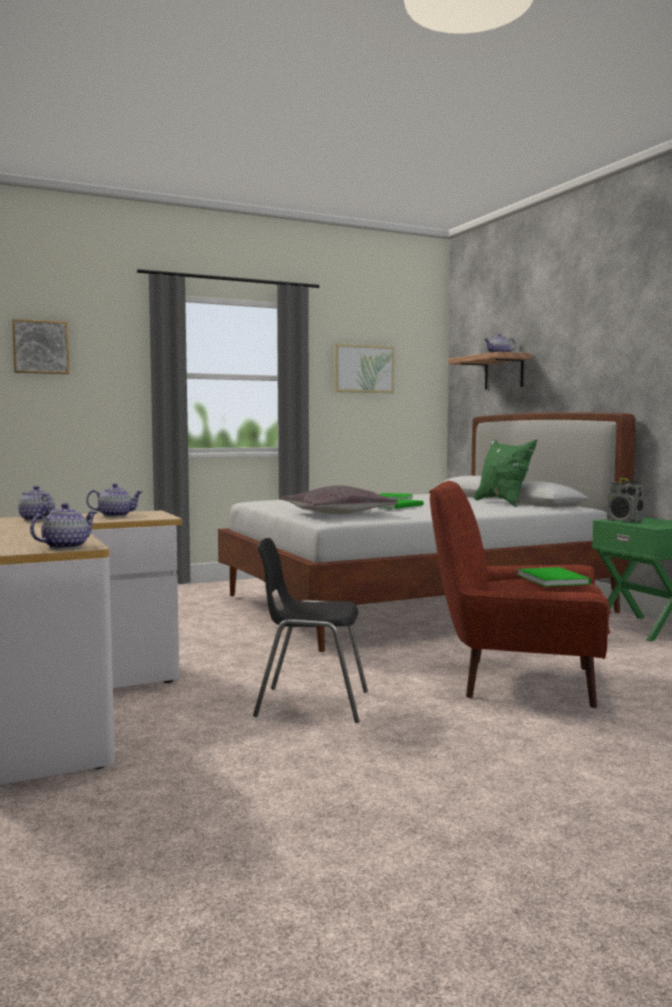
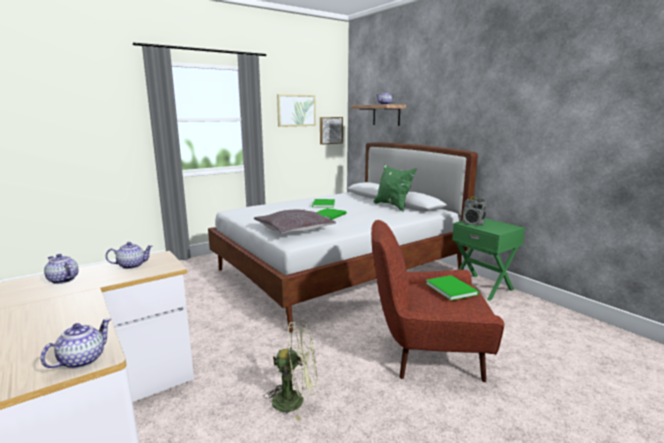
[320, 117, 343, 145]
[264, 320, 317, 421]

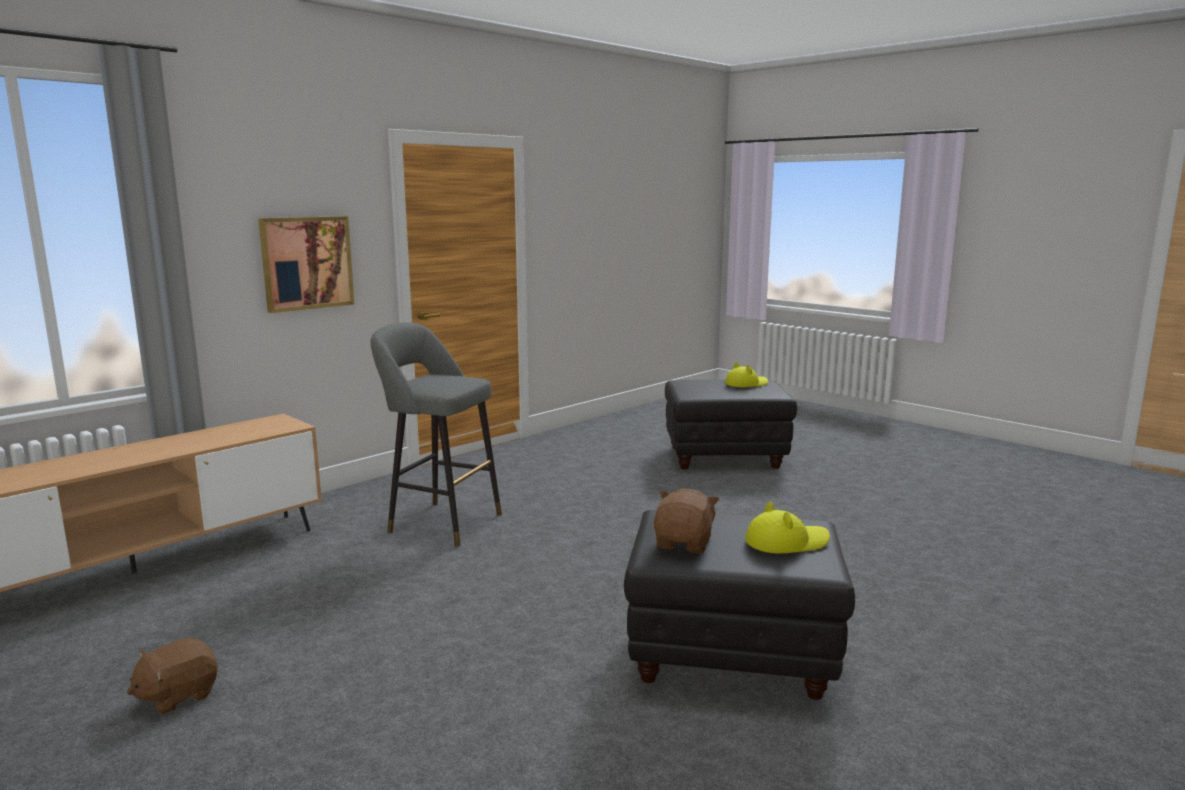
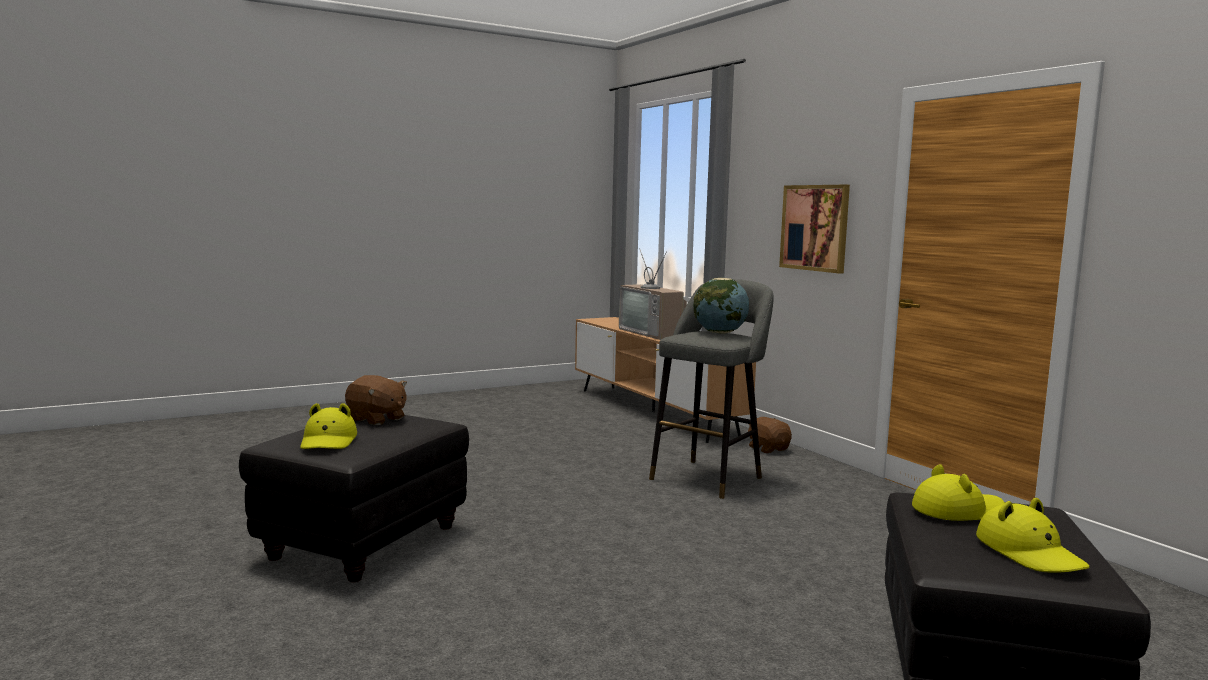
[748, 417, 792, 453]
[619, 248, 687, 340]
[693, 278, 749, 334]
[912, 464, 1005, 521]

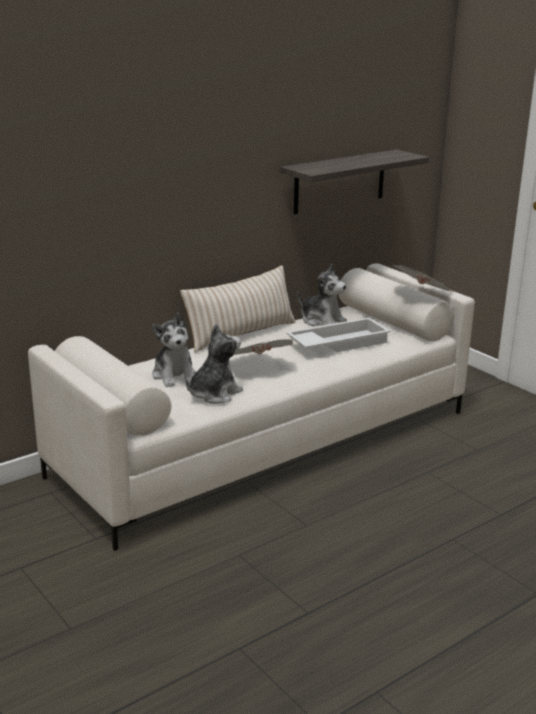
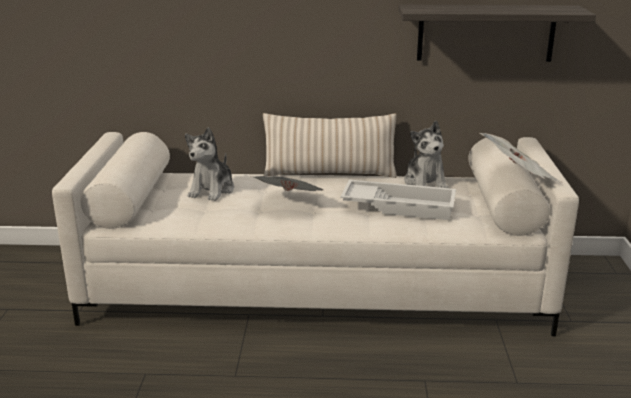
[186, 324, 243, 404] (first image)

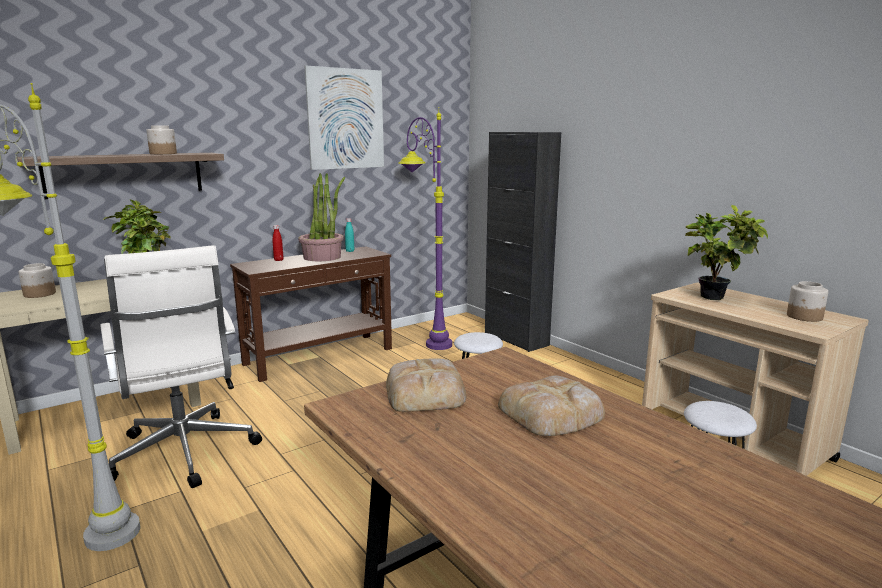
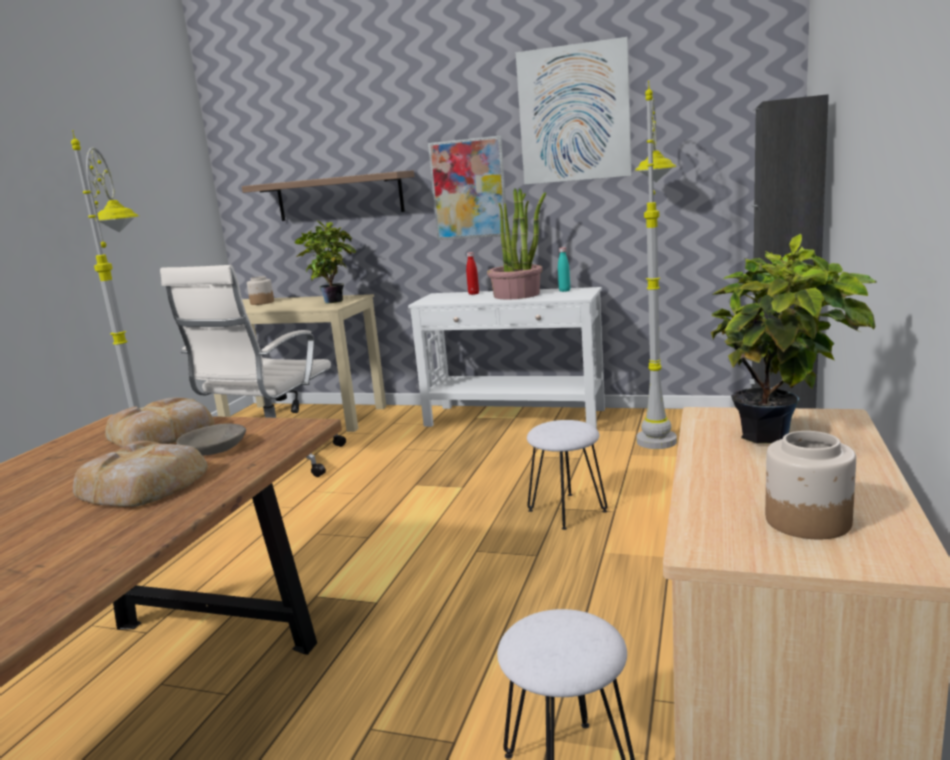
[146, 125, 177, 154] (first image)
[408, 287, 605, 429]
[635, 81, 677, 449]
[176, 423, 246, 455]
[428, 136, 506, 240]

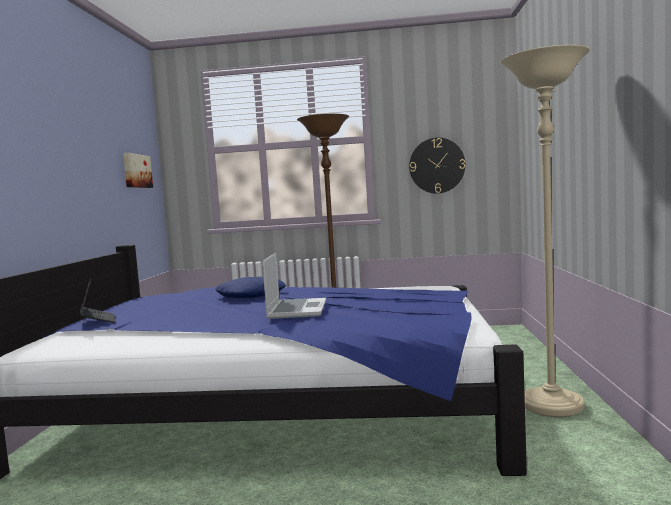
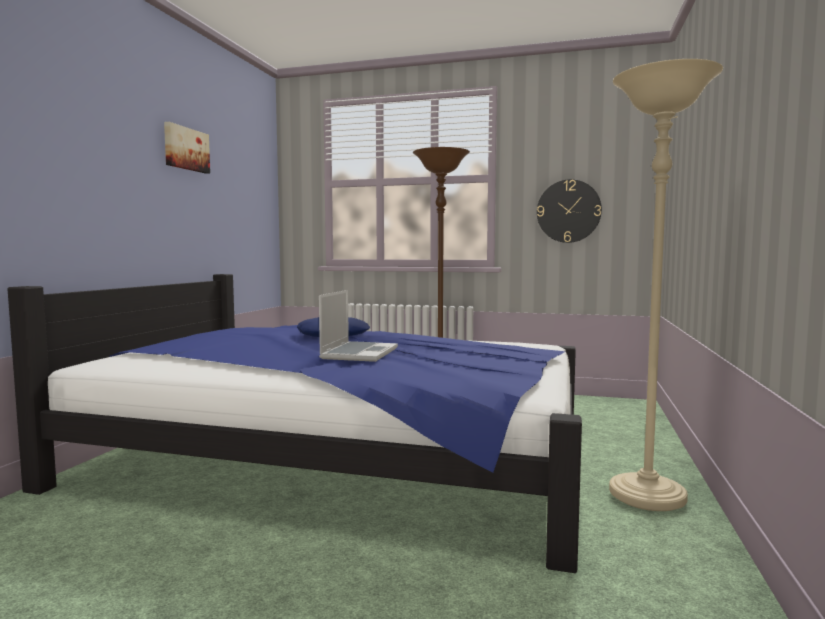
[80, 277, 116, 323] (first image)
[164, 122, 210, 174]

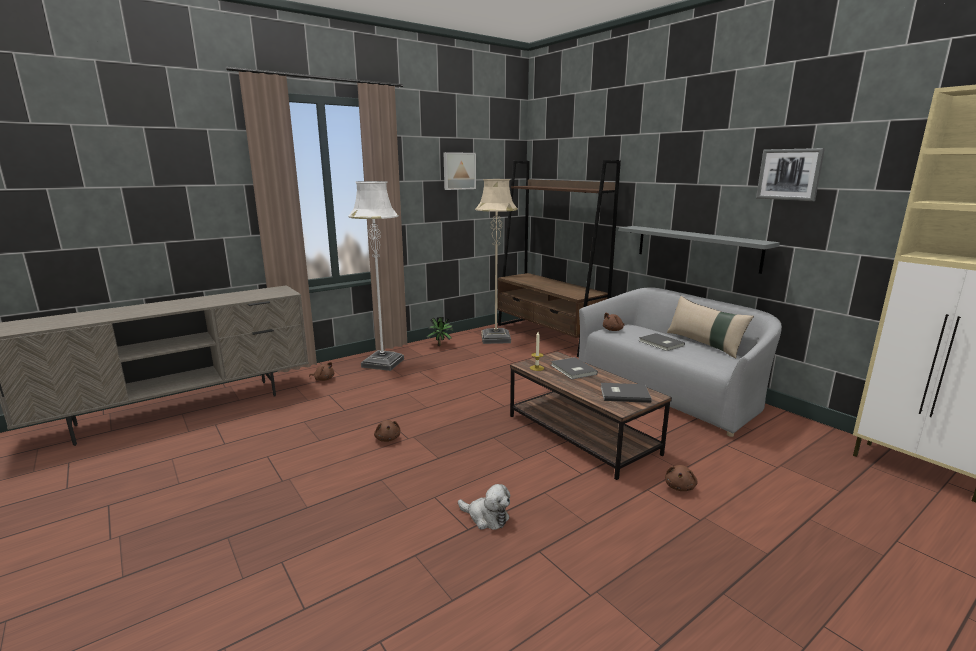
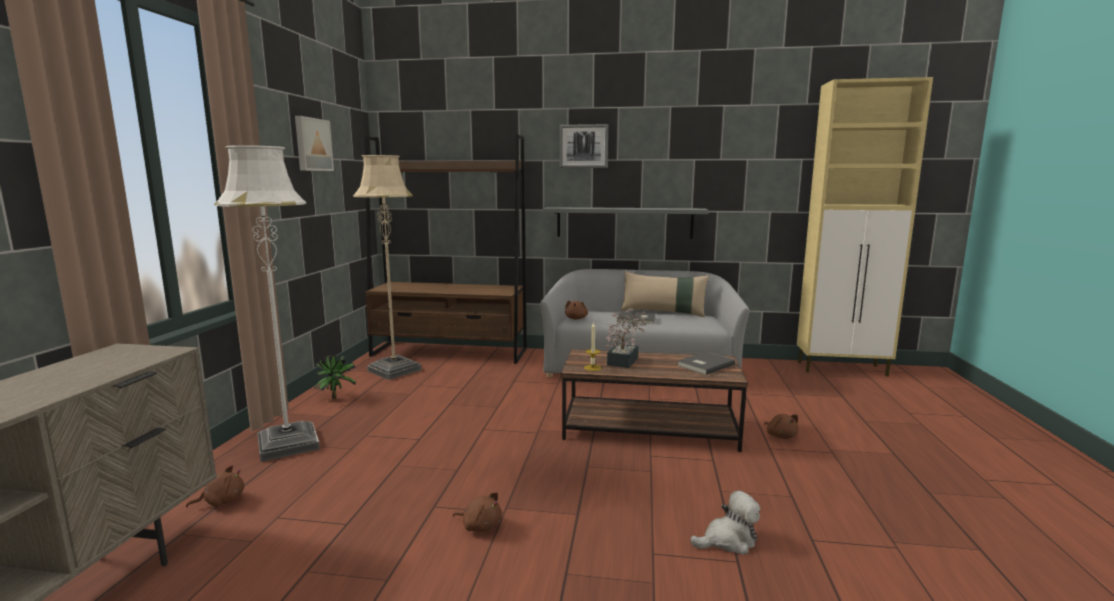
[606, 308, 646, 368]
[560, 124, 608, 168]

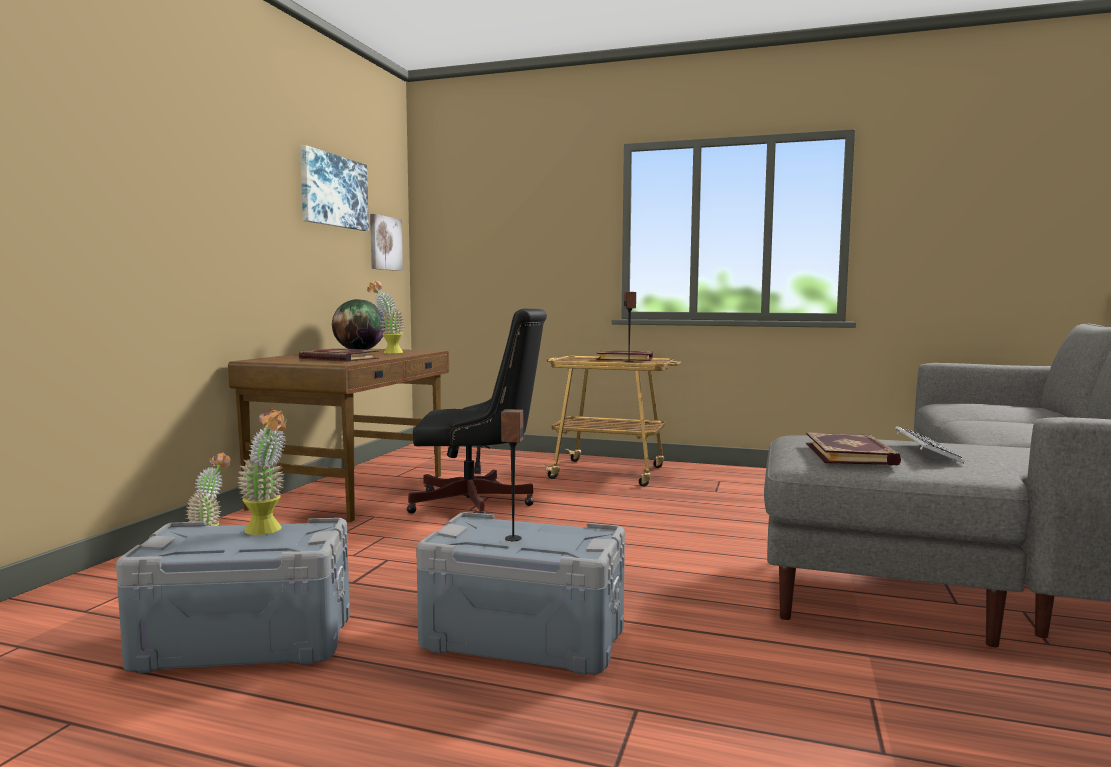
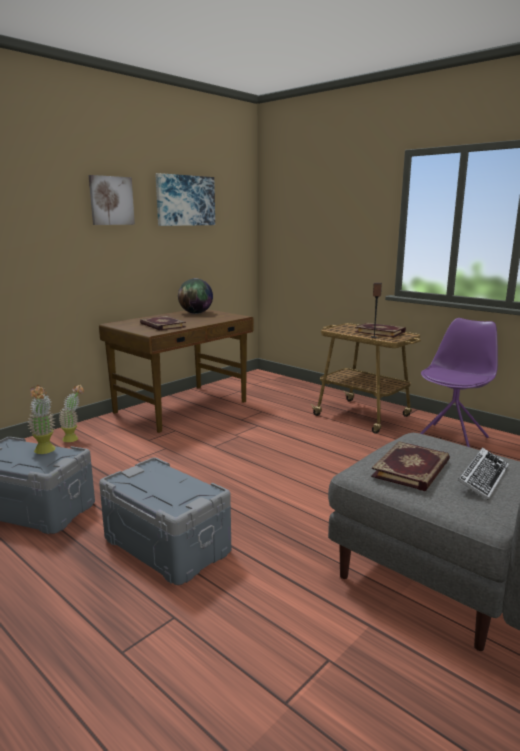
[367, 281, 404, 353] (first image)
[89, 175, 135, 225]
[407, 309, 547, 514] (first image)
[501, 409, 524, 541] (first image)
[420, 318, 498, 447]

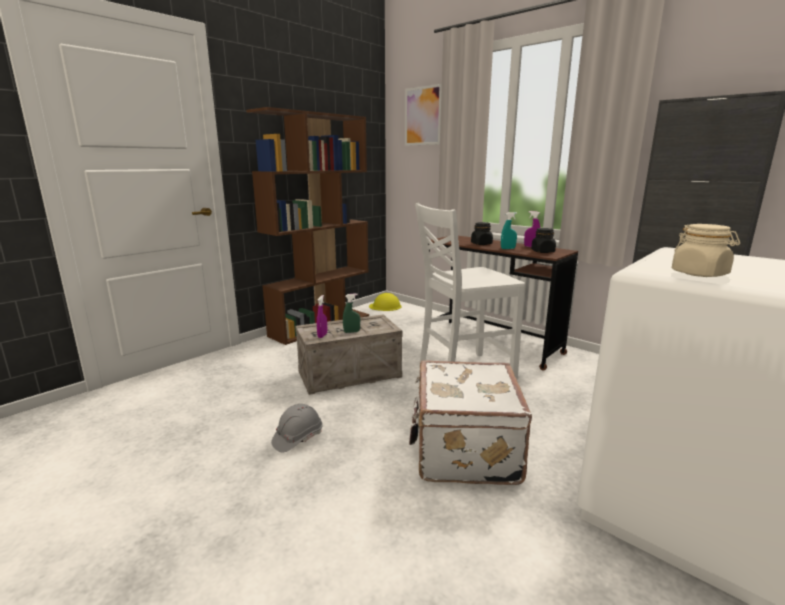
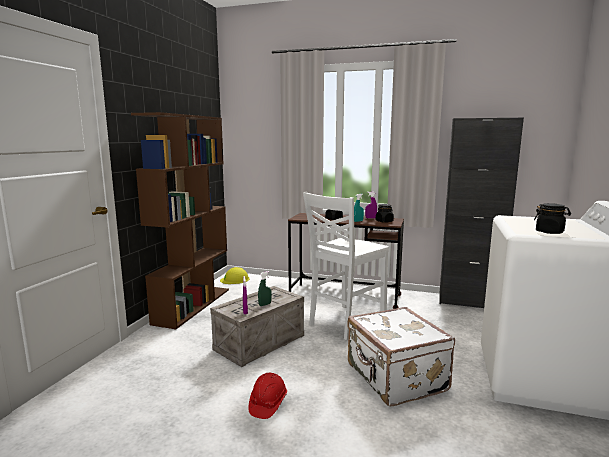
[248, 373, 287, 419]
[405, 84, 442, 146] (first image)
[534, 203, 571, 234]

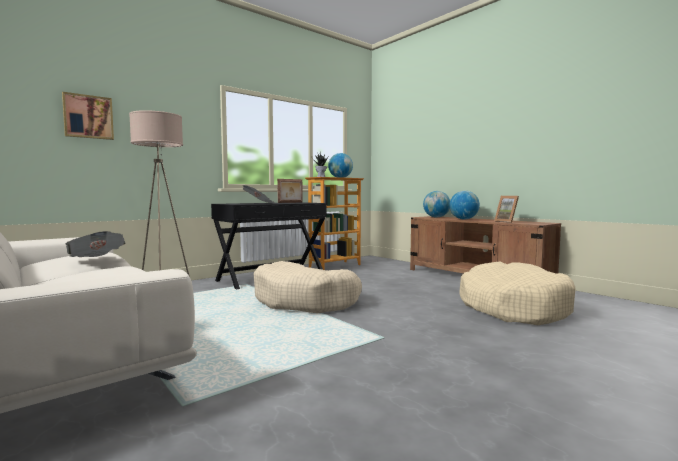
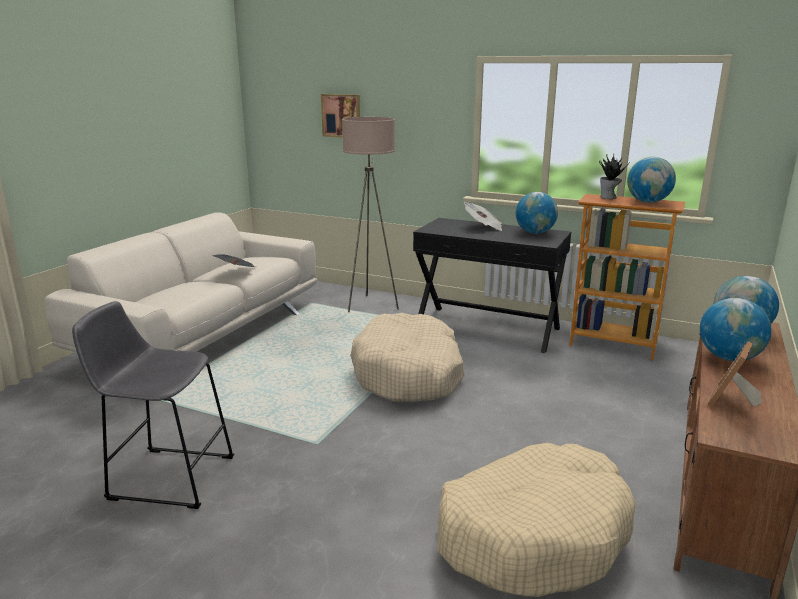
[516, 192, 558, 234]
[72, 301, 234, 509]

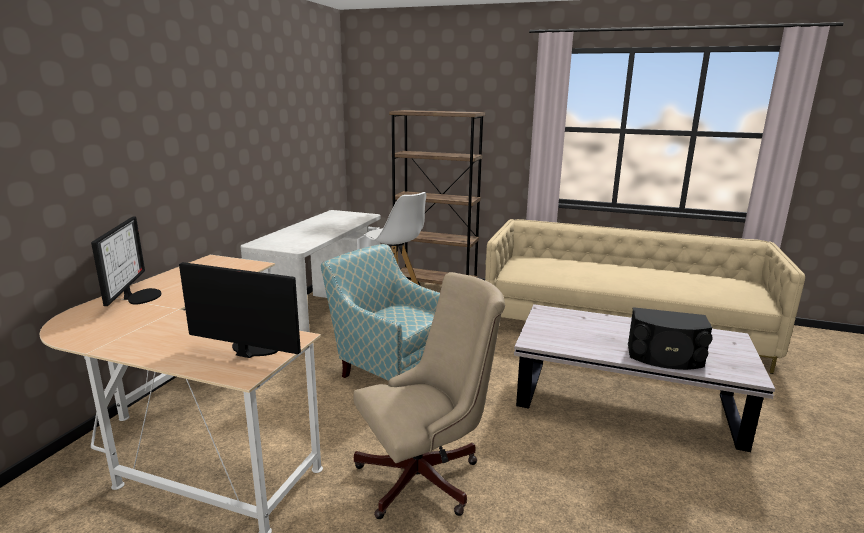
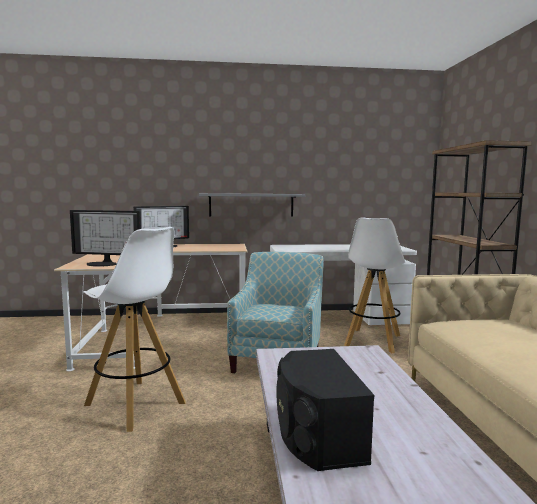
[70, 210, 141, 267]
[83, 227, 185, 432]
[199, 193, 306, 217]

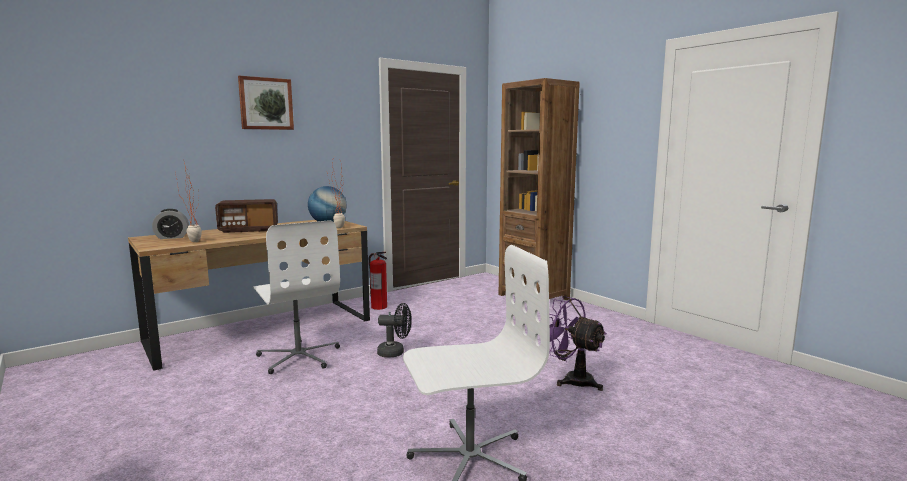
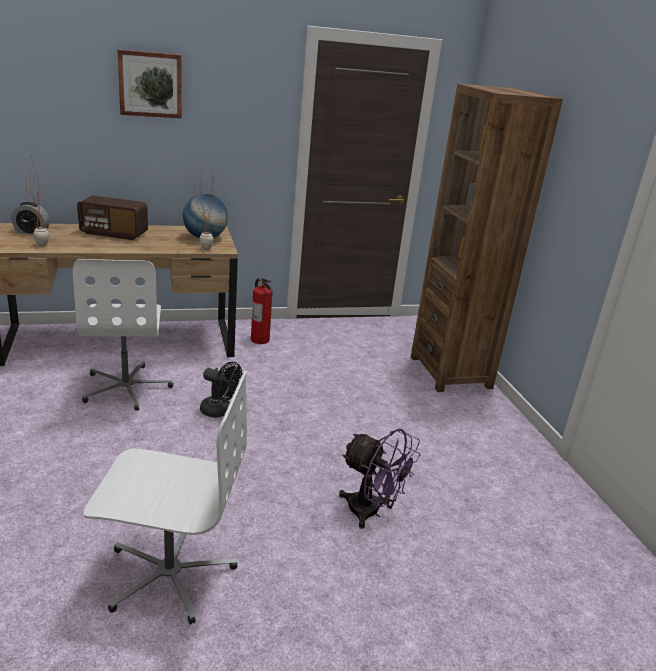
[339, 429, 421, 529]

